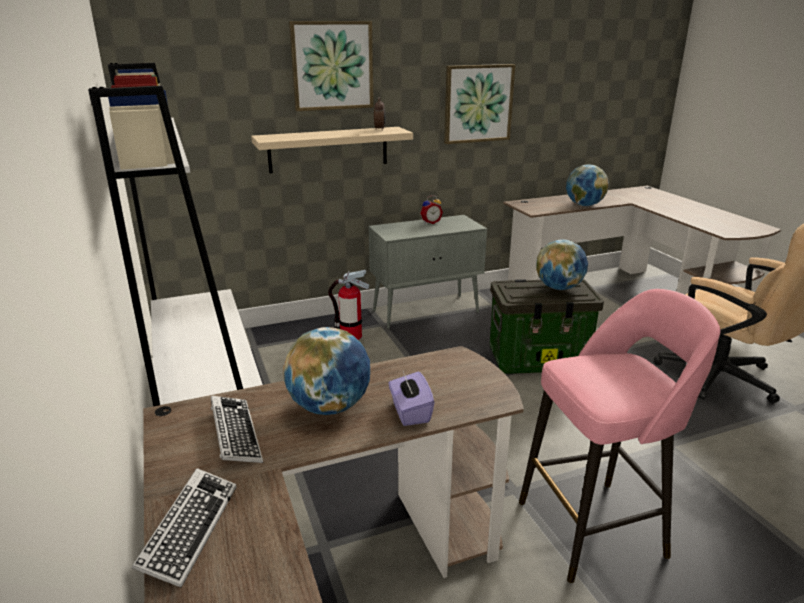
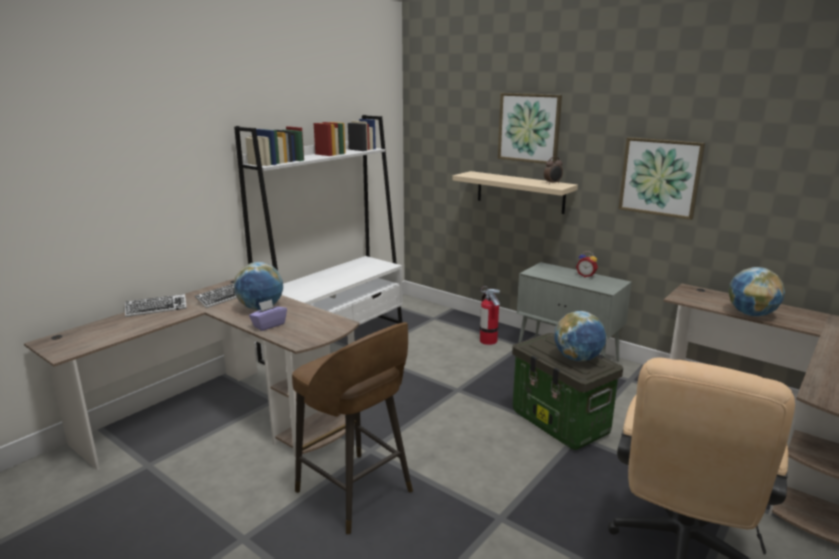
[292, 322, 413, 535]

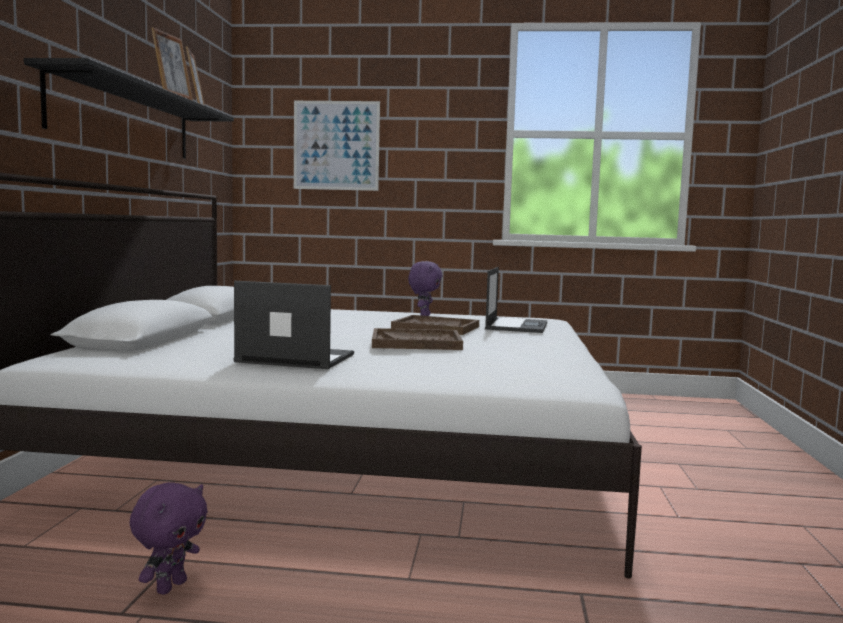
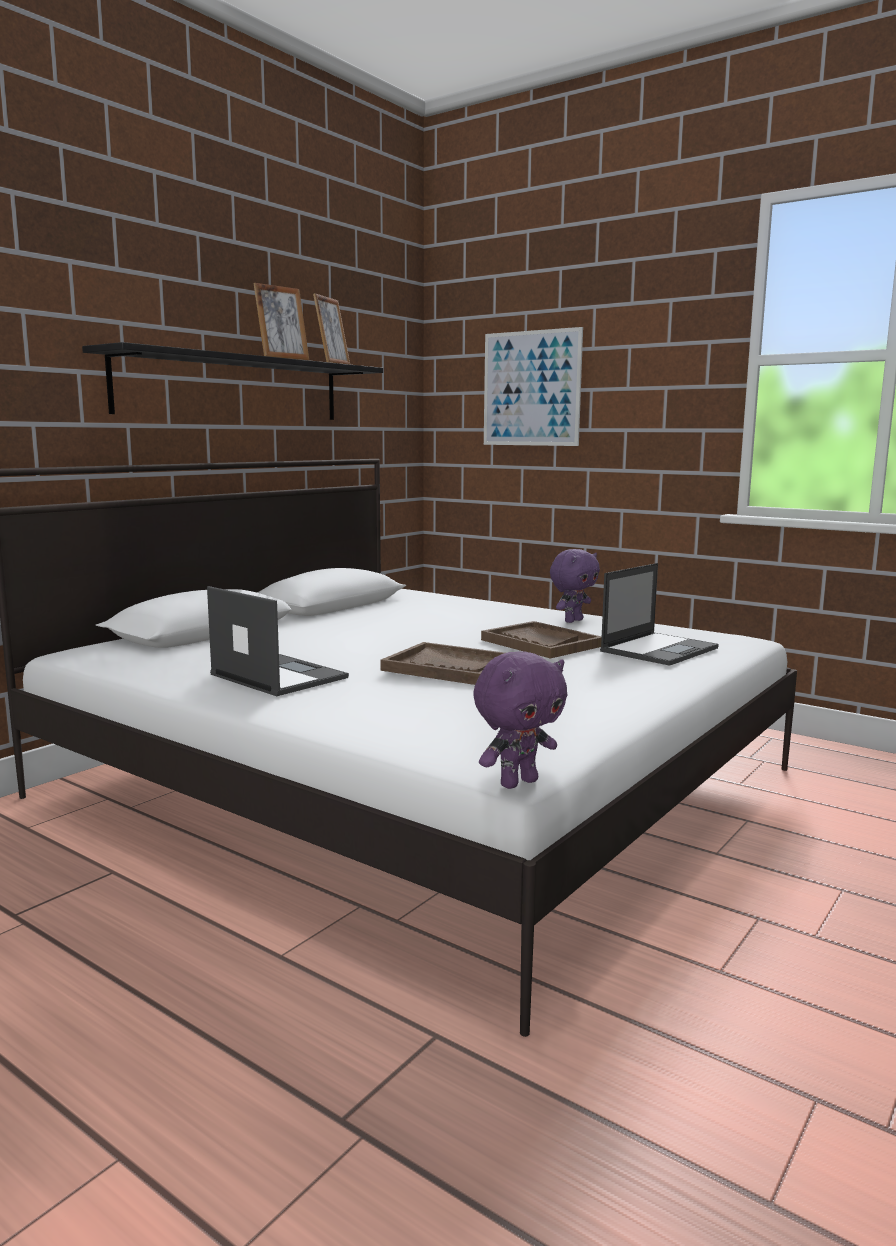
[473, 651, 567, 789]

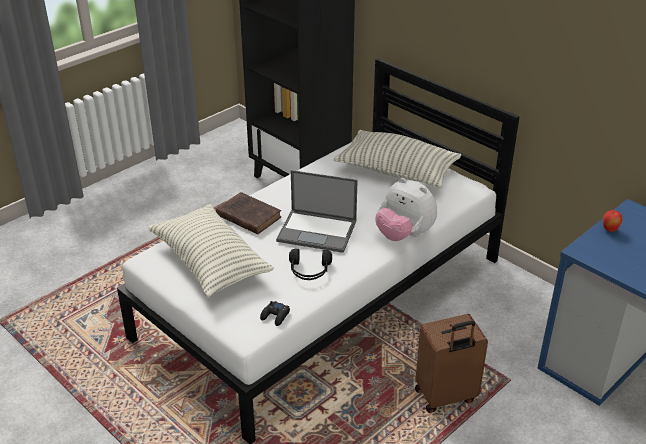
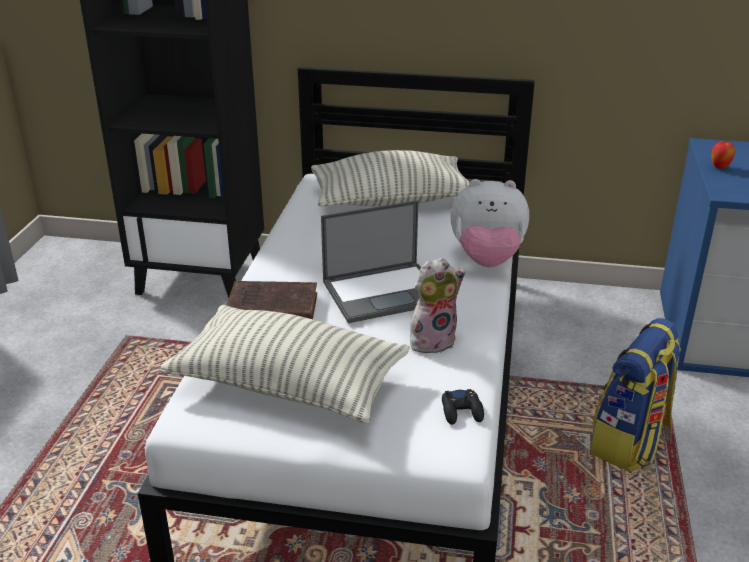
[410, 258, 465, 353]
[590, 318, 681, 472]

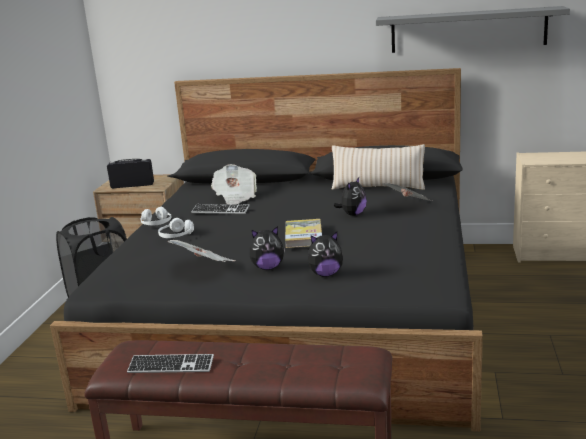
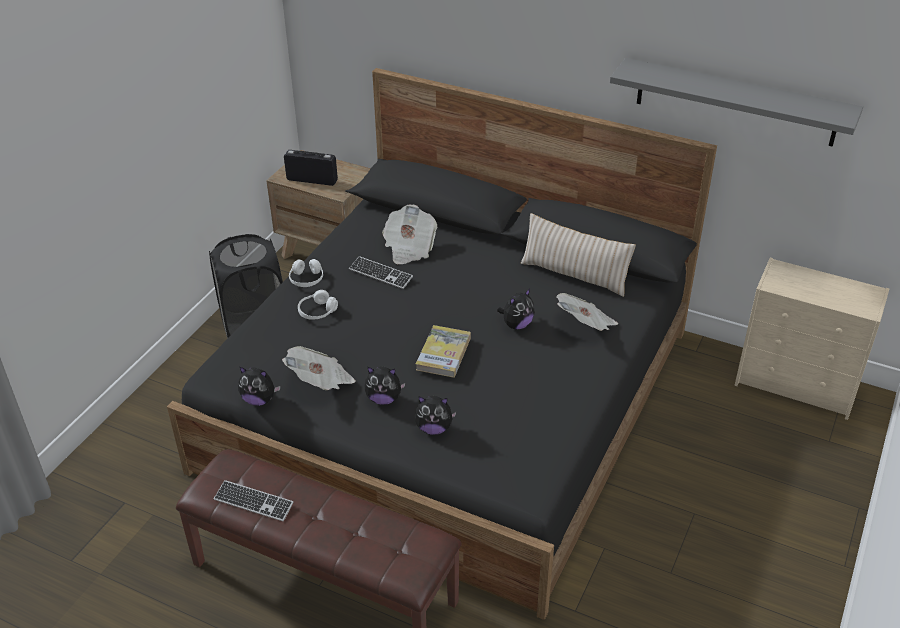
[238, 366, 281, 406]

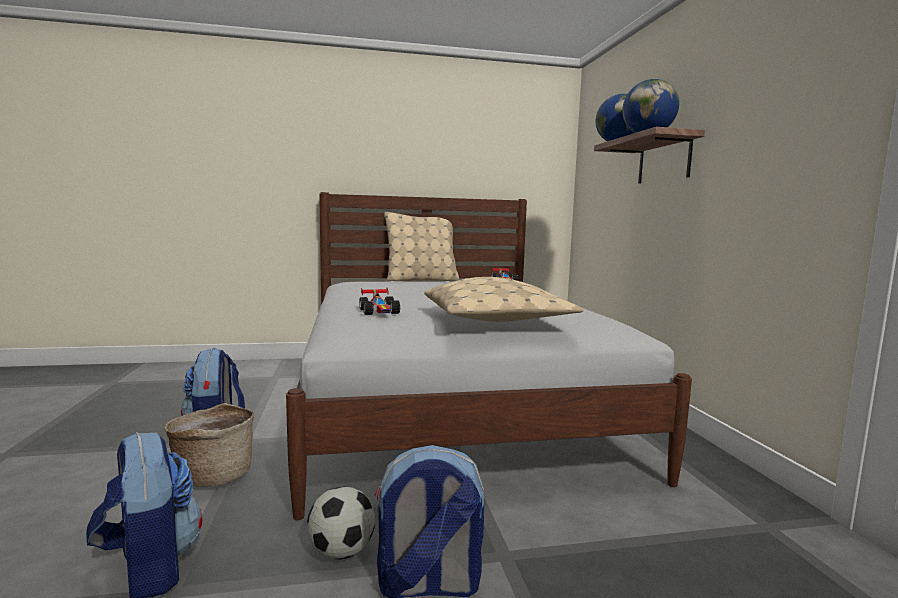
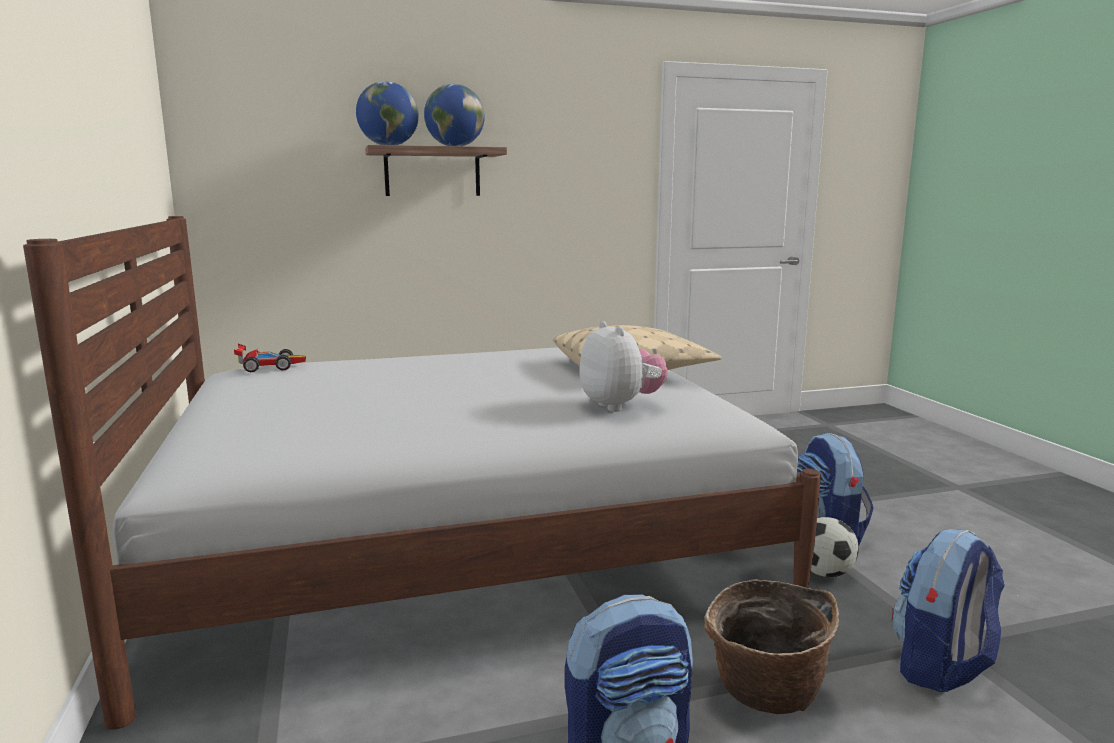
[579, 321, 668, 412]
[384, 212, 459, 281] (first image)

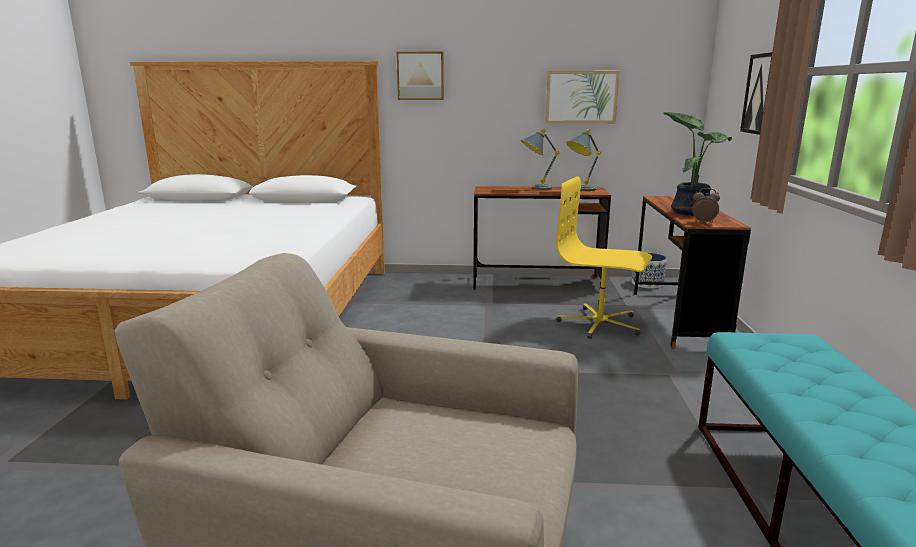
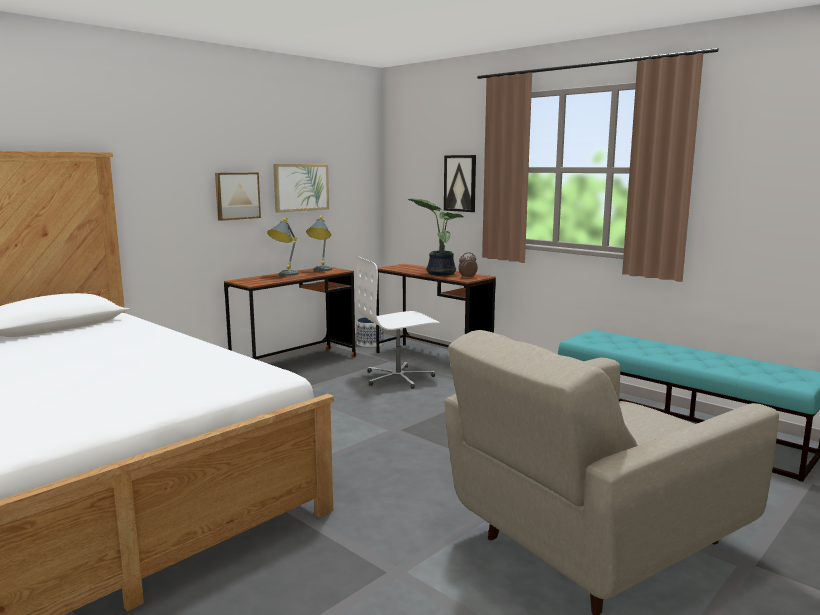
[215, 172, 261, 221]
[356, 257, 440, 389]

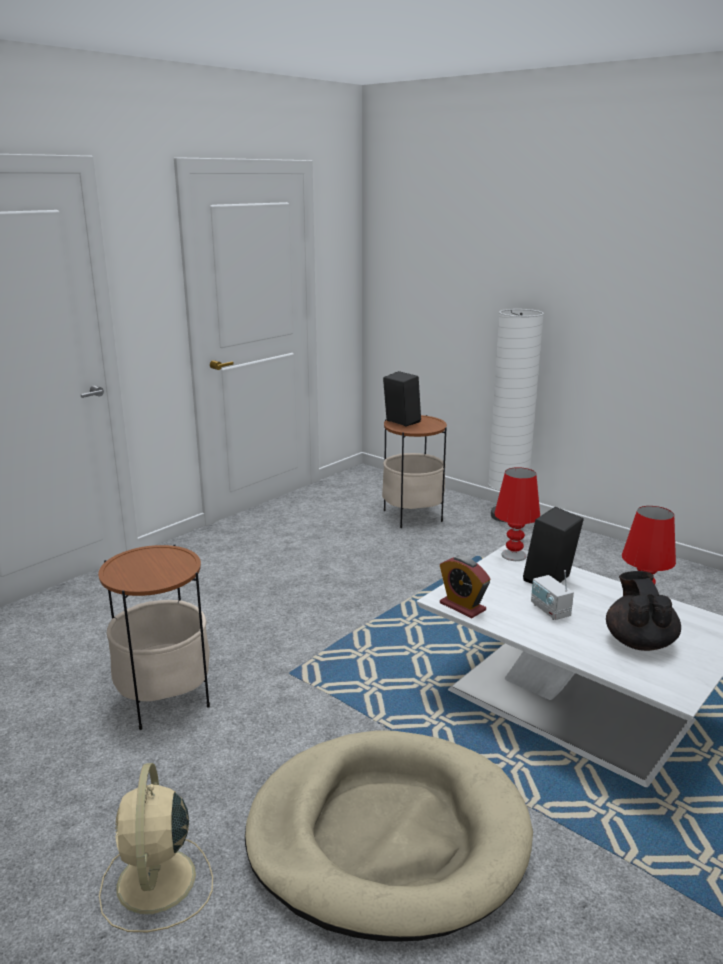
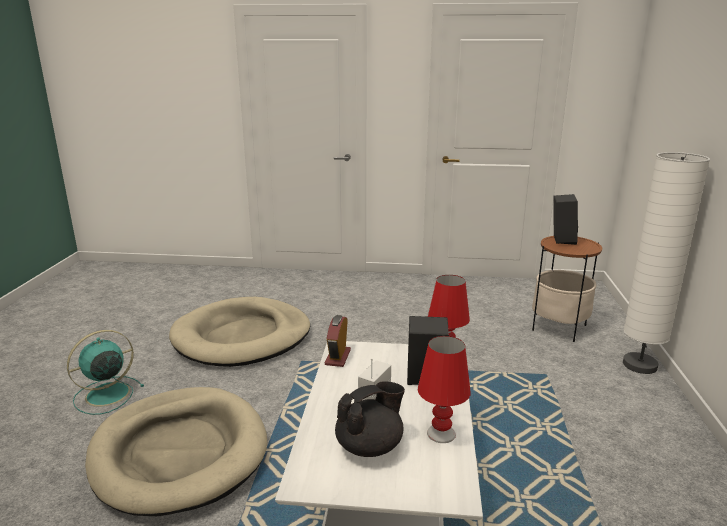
[169, 297, 310, 367]
[67, 330, 144, 415]

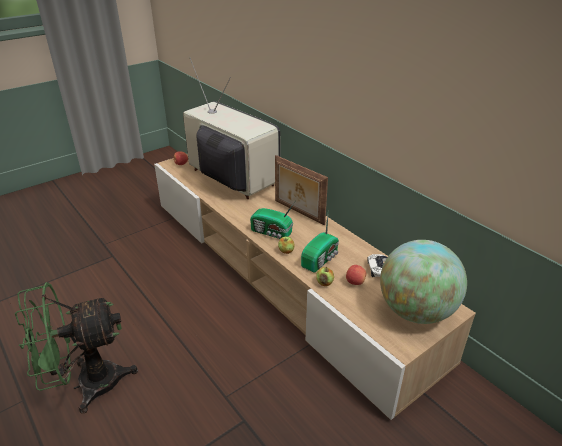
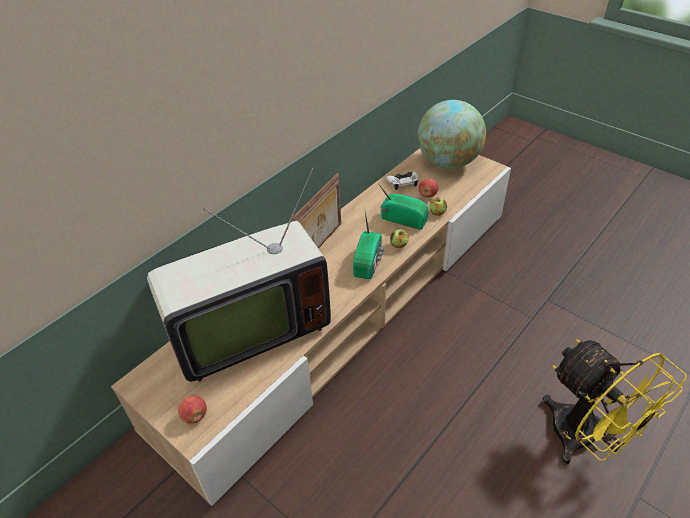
[542, 339, 687, 465]
[147, 168, 331, 382]

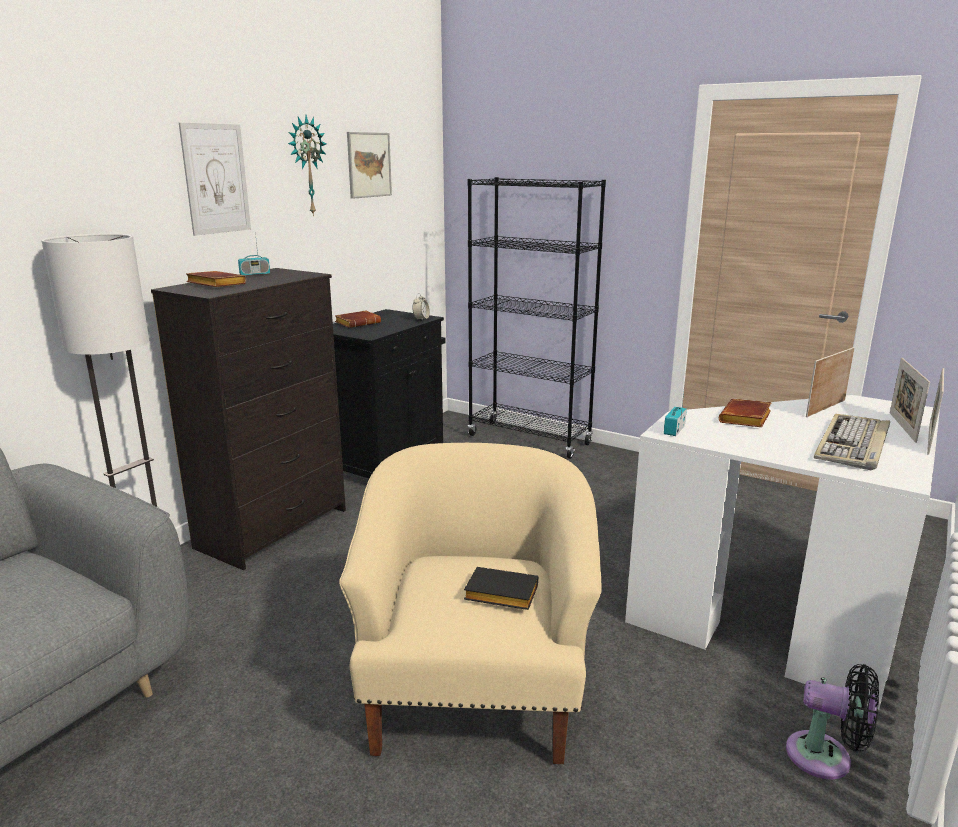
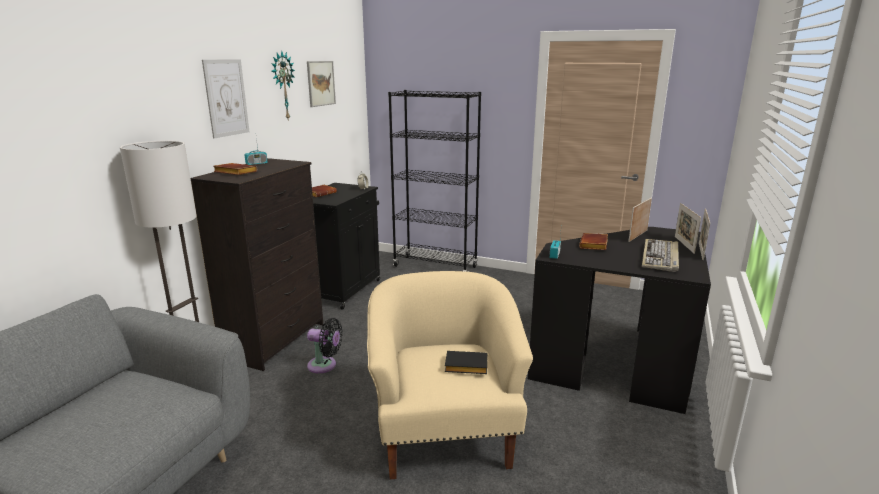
[528, 227, 711, 414]
[307, 318, 343, 373]

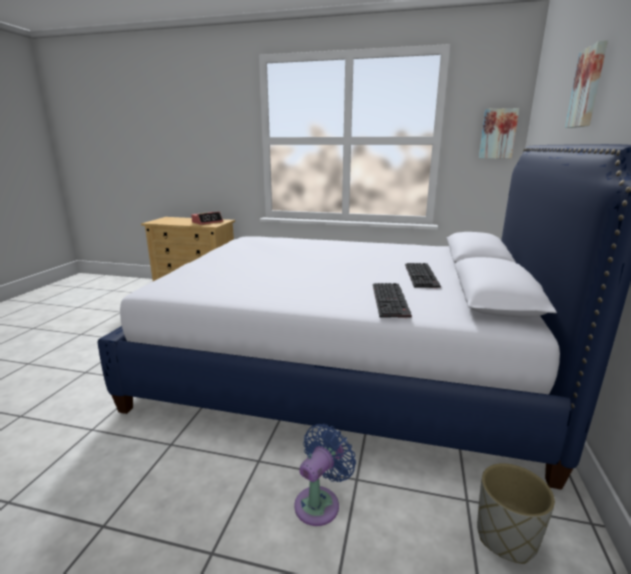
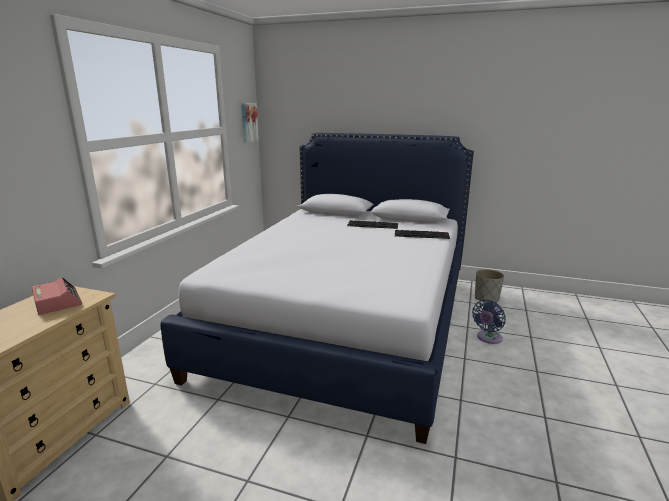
[472, 300, 506, 344]
[565, 41, 608, 128] (first image)

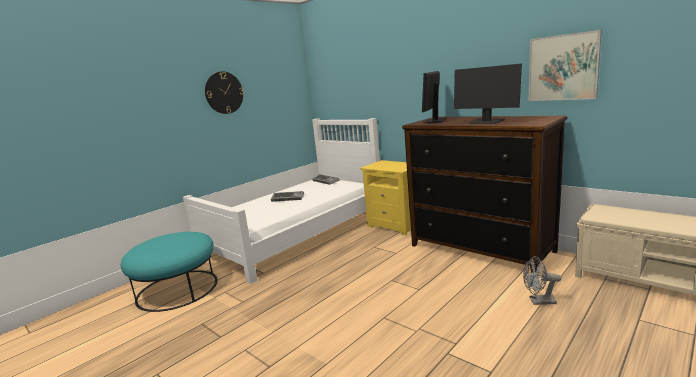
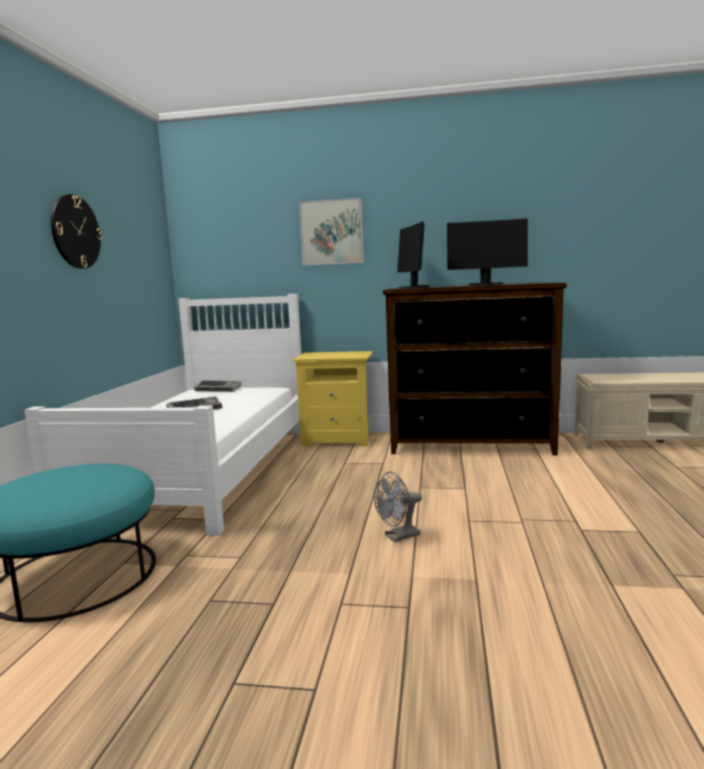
[374, 472, 422, 542]
[299, 198, 364, 266]

